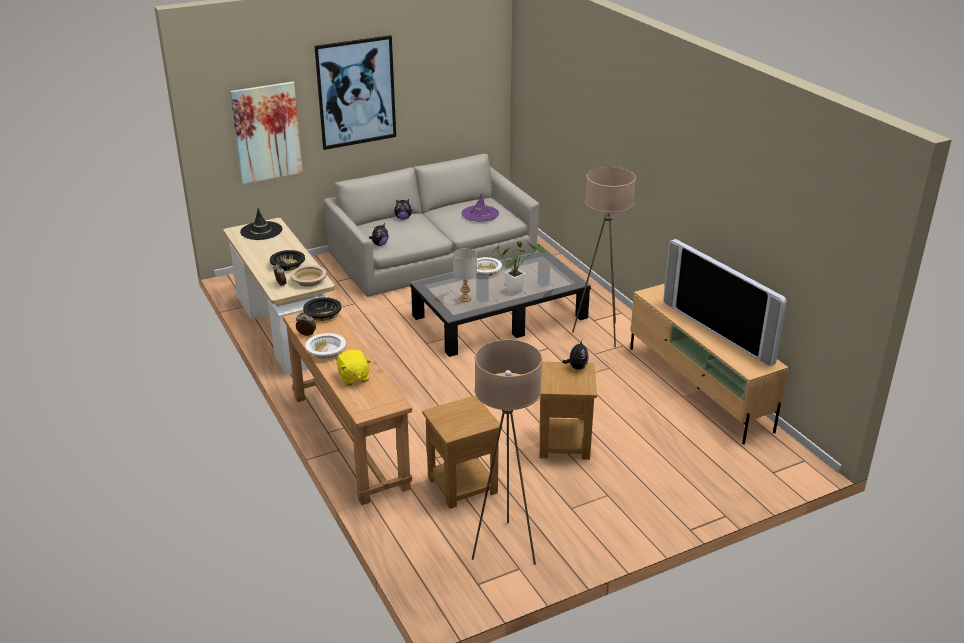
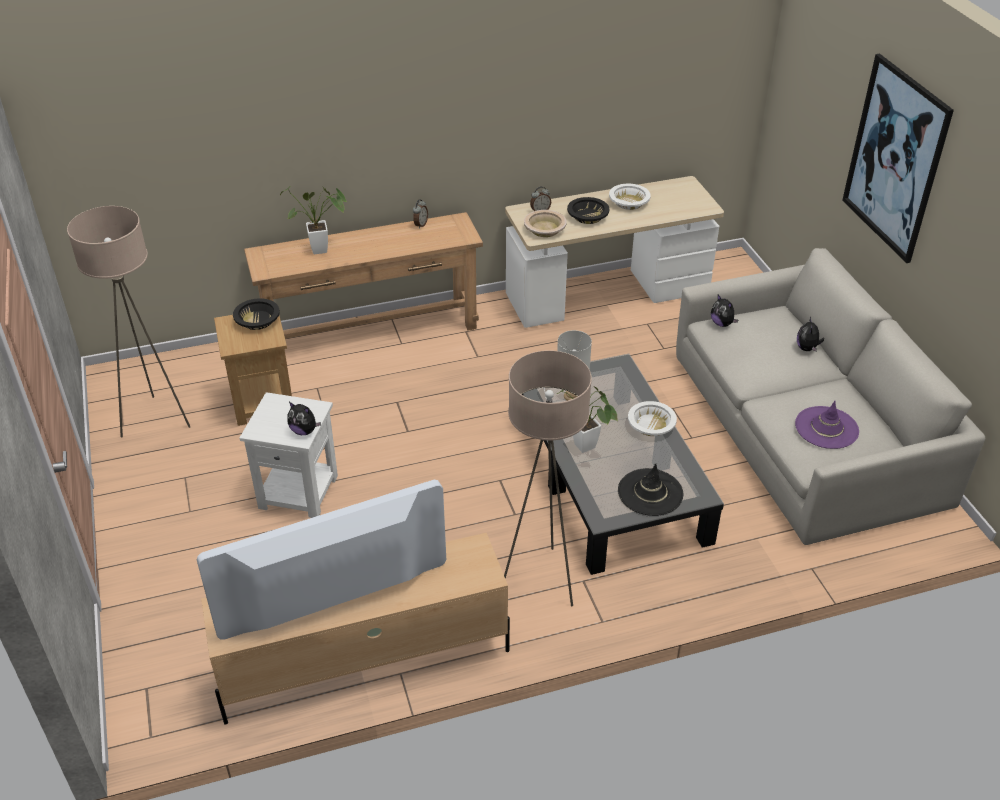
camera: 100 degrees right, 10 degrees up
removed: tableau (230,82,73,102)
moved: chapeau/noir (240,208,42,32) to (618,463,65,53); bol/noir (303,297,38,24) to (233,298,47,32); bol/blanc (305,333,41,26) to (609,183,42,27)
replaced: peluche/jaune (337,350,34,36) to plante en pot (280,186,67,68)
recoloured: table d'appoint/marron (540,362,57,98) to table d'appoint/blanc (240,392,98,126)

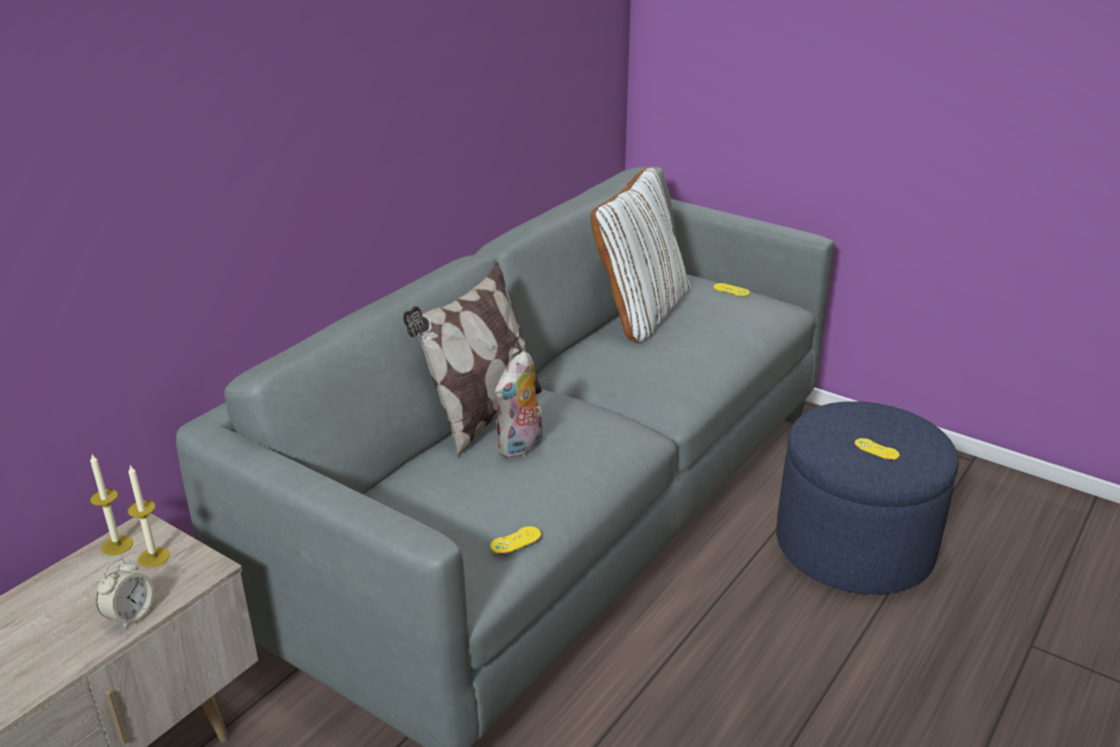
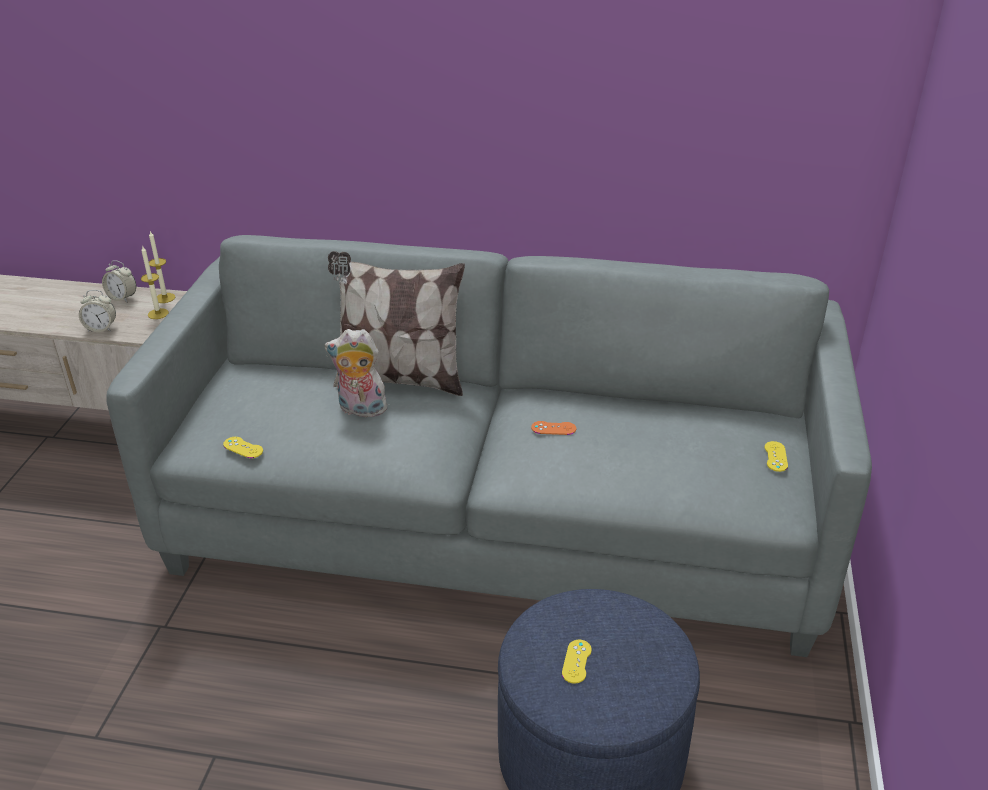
camera: 65 degrees right, 5 degrees up
removed: coussin/blanc (591,167,100,176)
added: réveil (102,260,34,42); manette/orange (531,421,45,14)

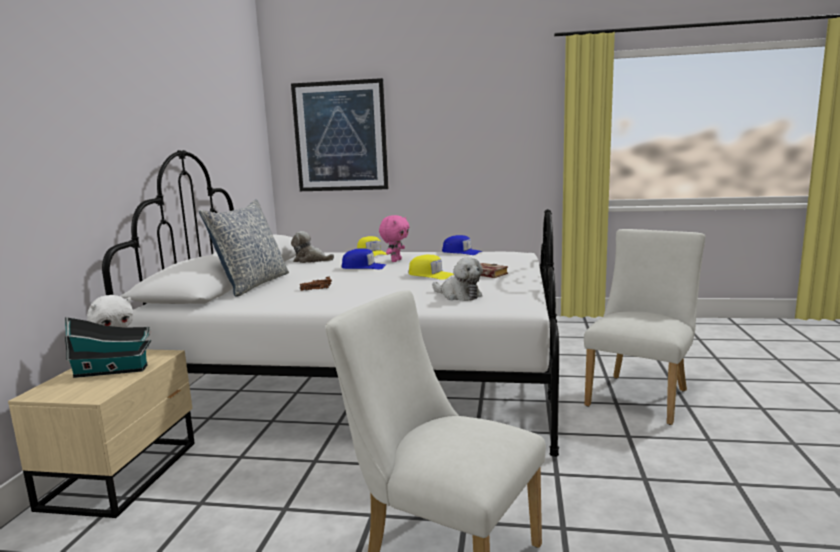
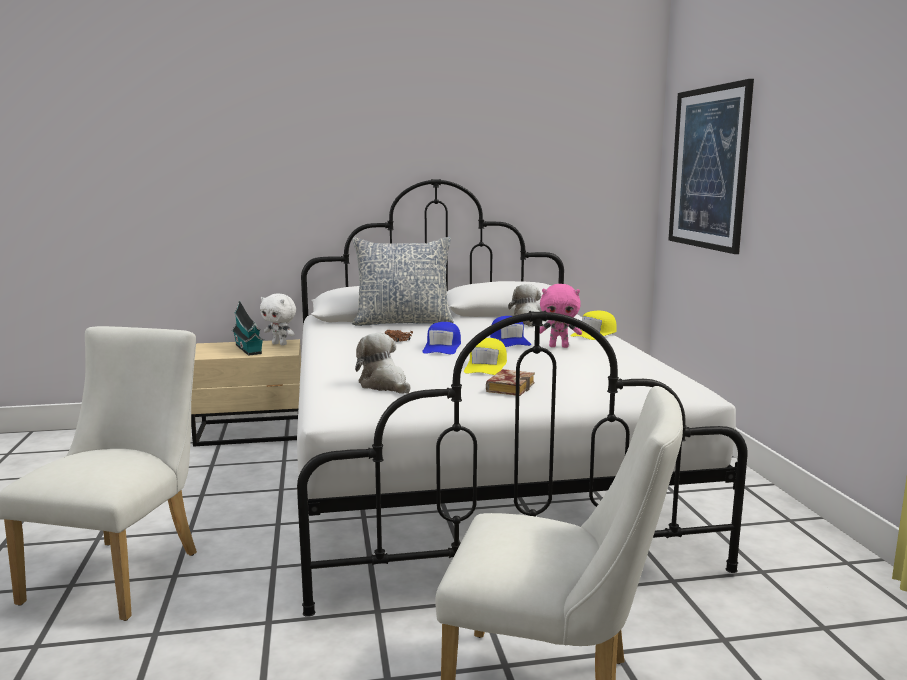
camera: 70 degrees right, 0 degrees up
moved: casquette/bleu (442,235,40,20) to (422,322,39,32)
turned: peluche (432,257,51,44) = (355,333,55,61) 120 degrees clockwise

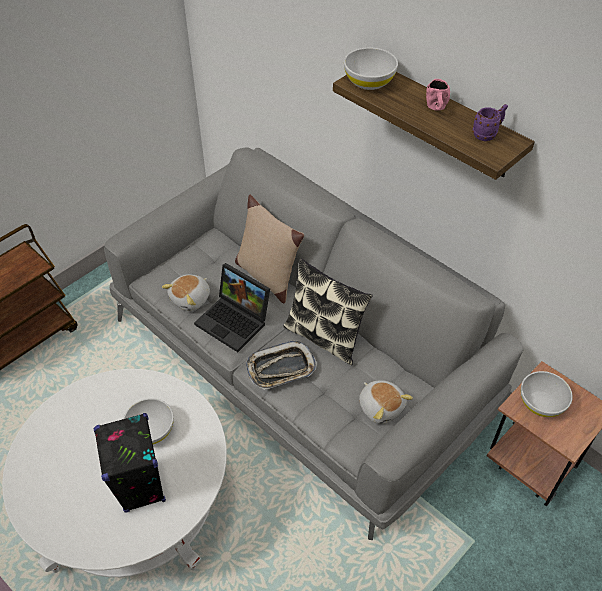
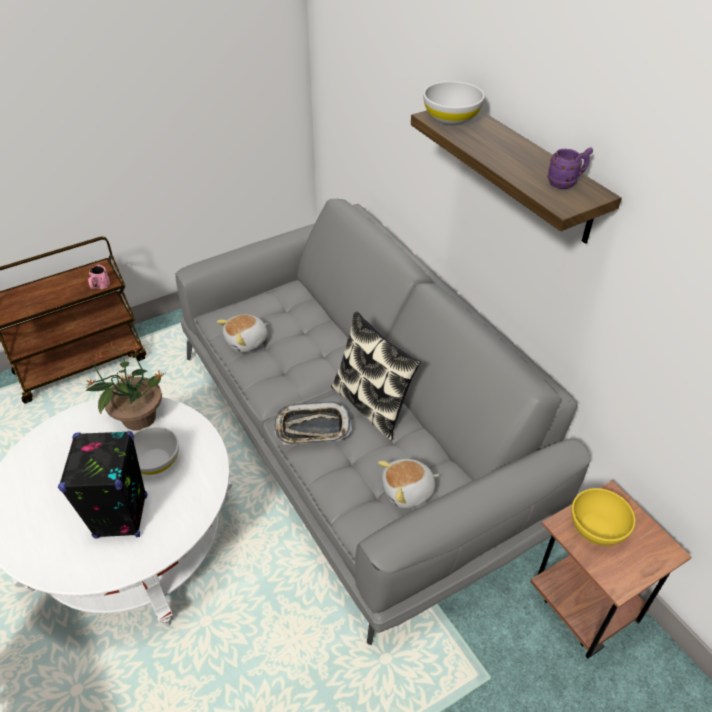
camera: 15 degrees right, 5 degrees down
removed: coussin/beige (235,195,69,109); ordinateur portable (194,263,76,89)
added: plante en pot (85,341,80,90)
moved: mug/rose (426,79,24,32) to (88,265,22,24)
recoloured: bol/blanc (521,371,52,46) to bol/jaune (571,488,64,57)
turned: peluche (359,380,54,44) = (378,459,61,50) 90 degrees clockwise

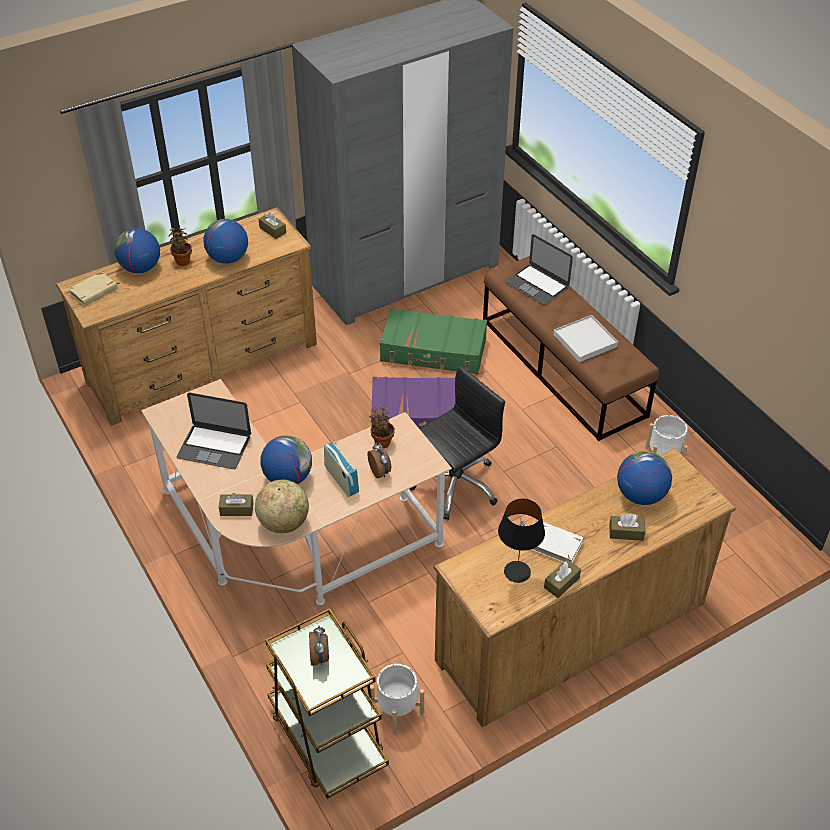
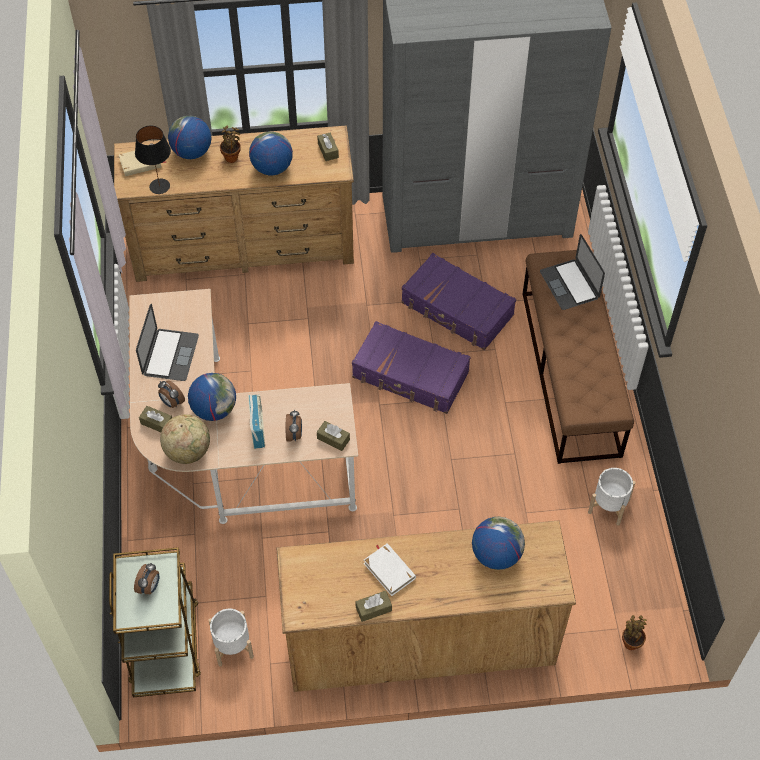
camera: 25 degrees right, 10 degrees up
removed: plateau/blanc (553,315,65,47); chaise de bureau/noir (410,366,95,154)
added: réveil (158,380,27,28)
moved: plante en pot (370,407,25,41) to (622,615,25,35); lampe de table/noir (498,499,47,84) to (135,126,36,68); boîte à mouchoirs/marron (609,513,36,28) to (317,421,33,30)
recoloured: valise/vert (380,308,107,67) to valise/violet (401,253,115,97)
turned: ordinateur portable (177,393,74,76) = (136,304,63,77) 120 degrees counterclockwise

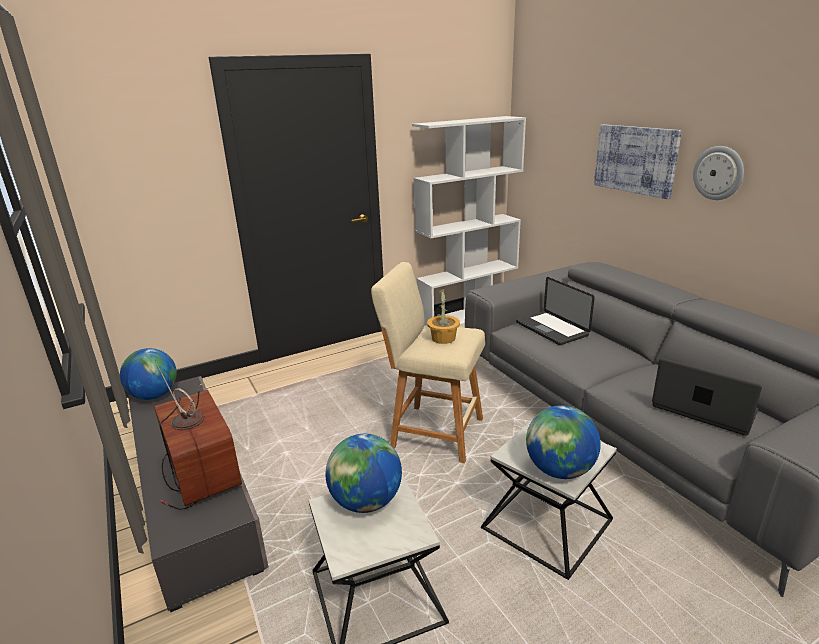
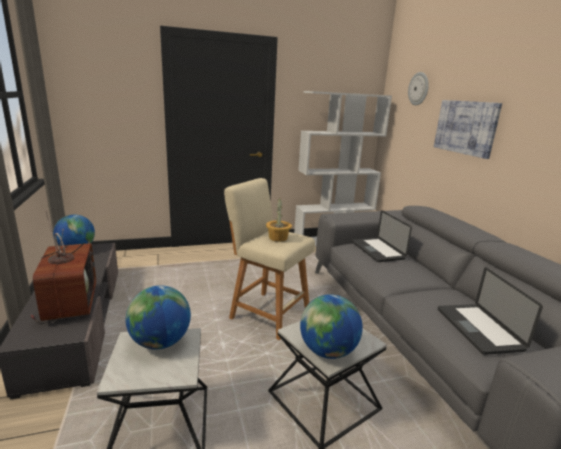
camera: 10 degrees right, 5 degrees down
moved: horloge murale (693,146,51,54) to (408,72,21,33)
turned: ordinateur portable (652,358,110,78) = (438,267,105,88) 150 degrees counterclockwise

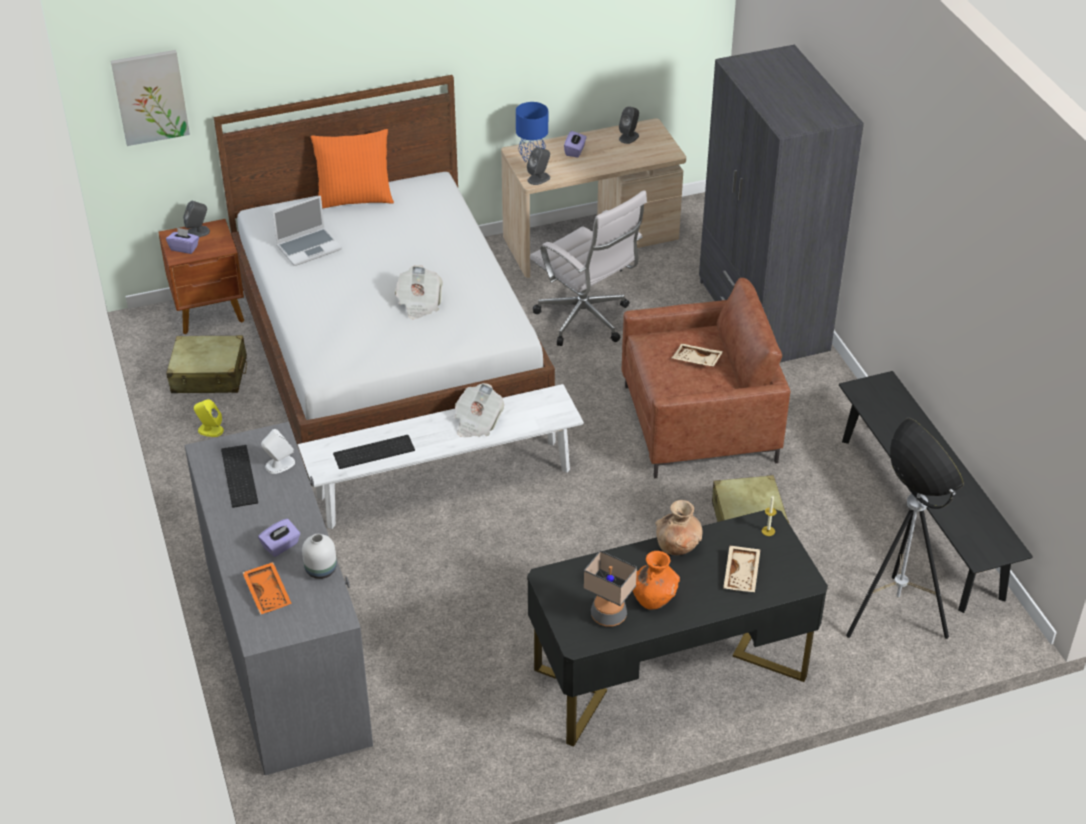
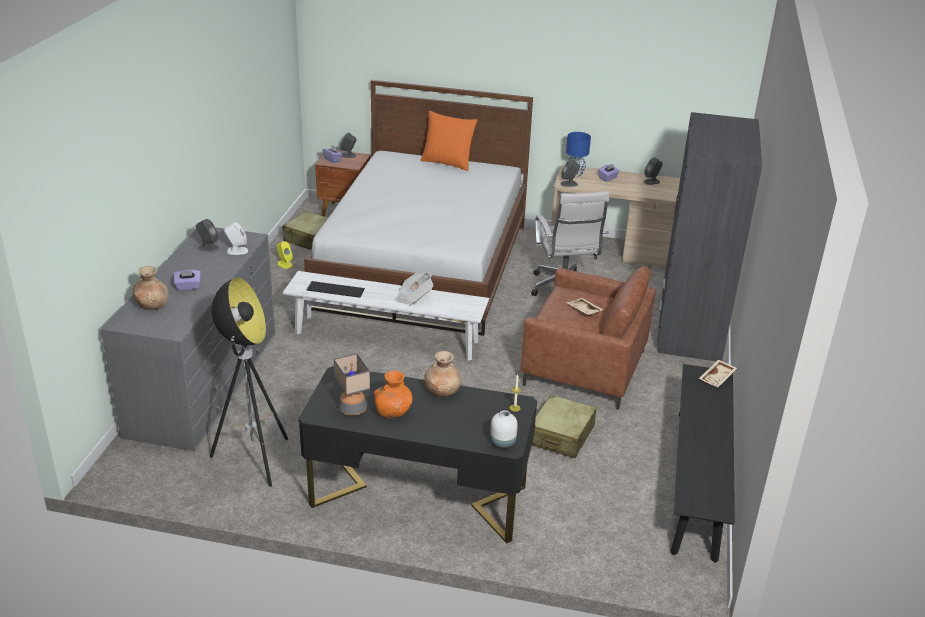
camera: 30 degrees right, 10 degrees down
removed: tableau (111,50,79,96); ordinateur portable (273,196,69,70); journal (395,265,48,54)
moved: lampadaire (846,418,118,221) to (210,277,78,210); vase/blanc (302,534,35,45) to (490,410,28,39); plateau/beige (723,546,38,46) to (699,360,38,27)
replaced: clavier (221,445,37,63) to enceinte/gris (196,219,23,33); plateau/orange (242,562,50,53) to vase/marron (133,266,35,44)

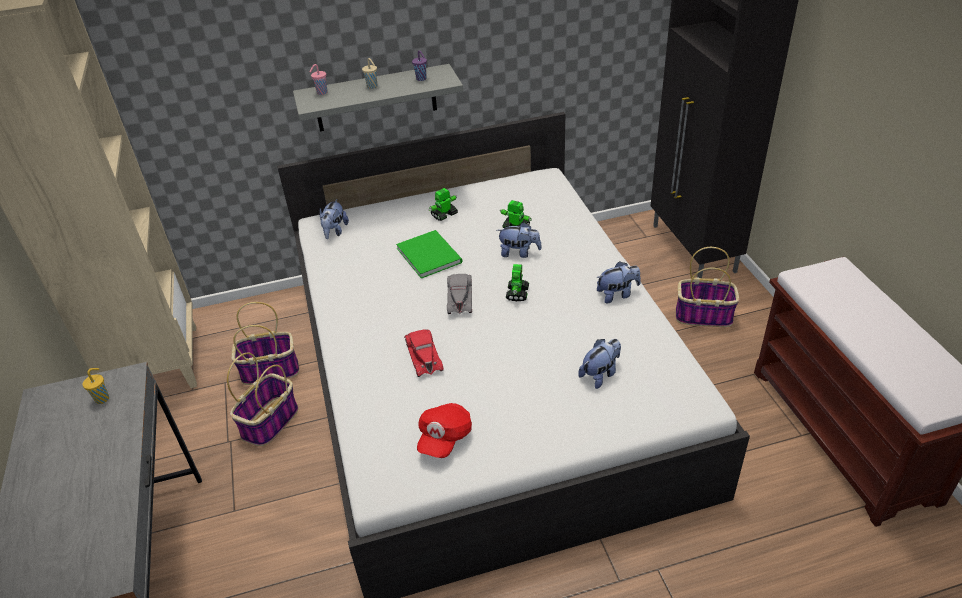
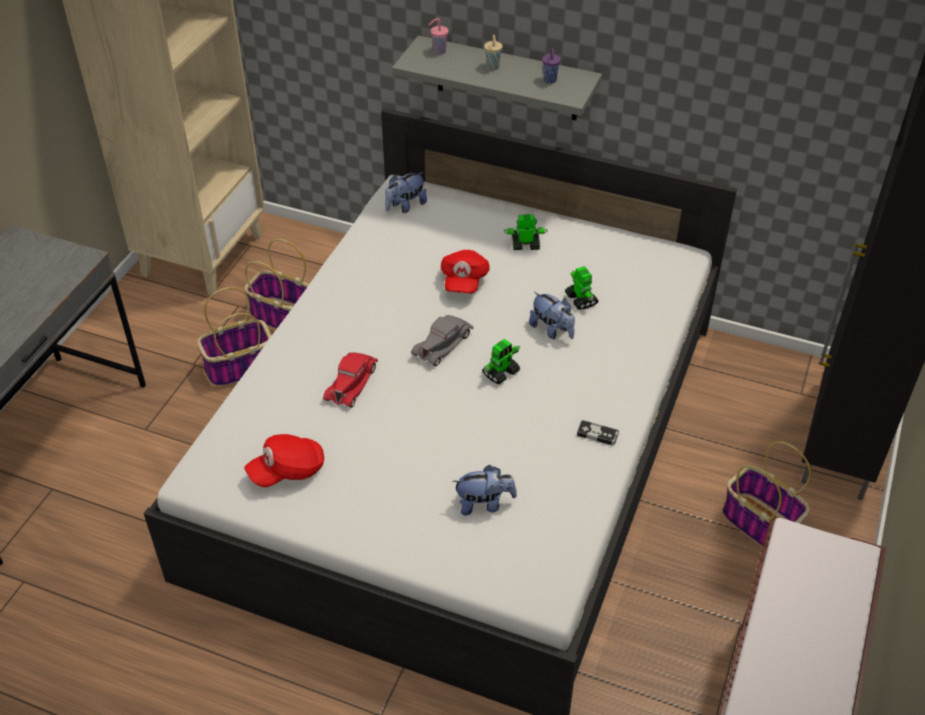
camera: 35 degrees right, 5 degrees up
removed: tasse/jaune (83,368,26,36)
replaced: livre/vert (396,230,66,48) to casquette/rouge (441,250,49,44); peluche (597,261,44,43) to manette (577,420,42,26)

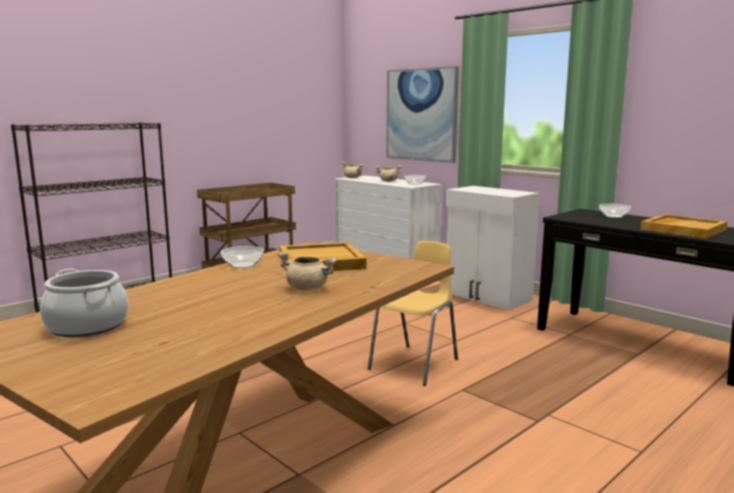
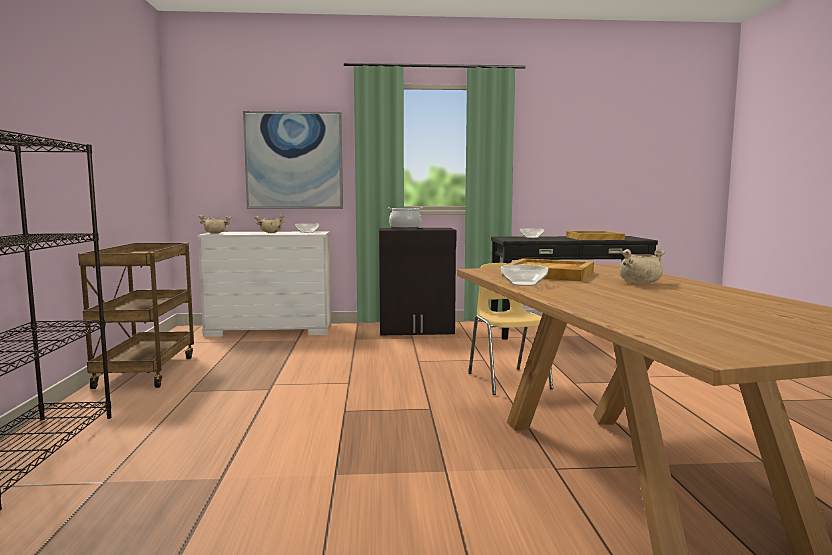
camera: 50 degrees left, 5 degrees down
moved: marmite (40,268,88,69) to (388,207,34,22)
recoloured: meuble de rangement/blanc (446,186,94,124) to meuble de rangement/noir (379,228,77,107)

